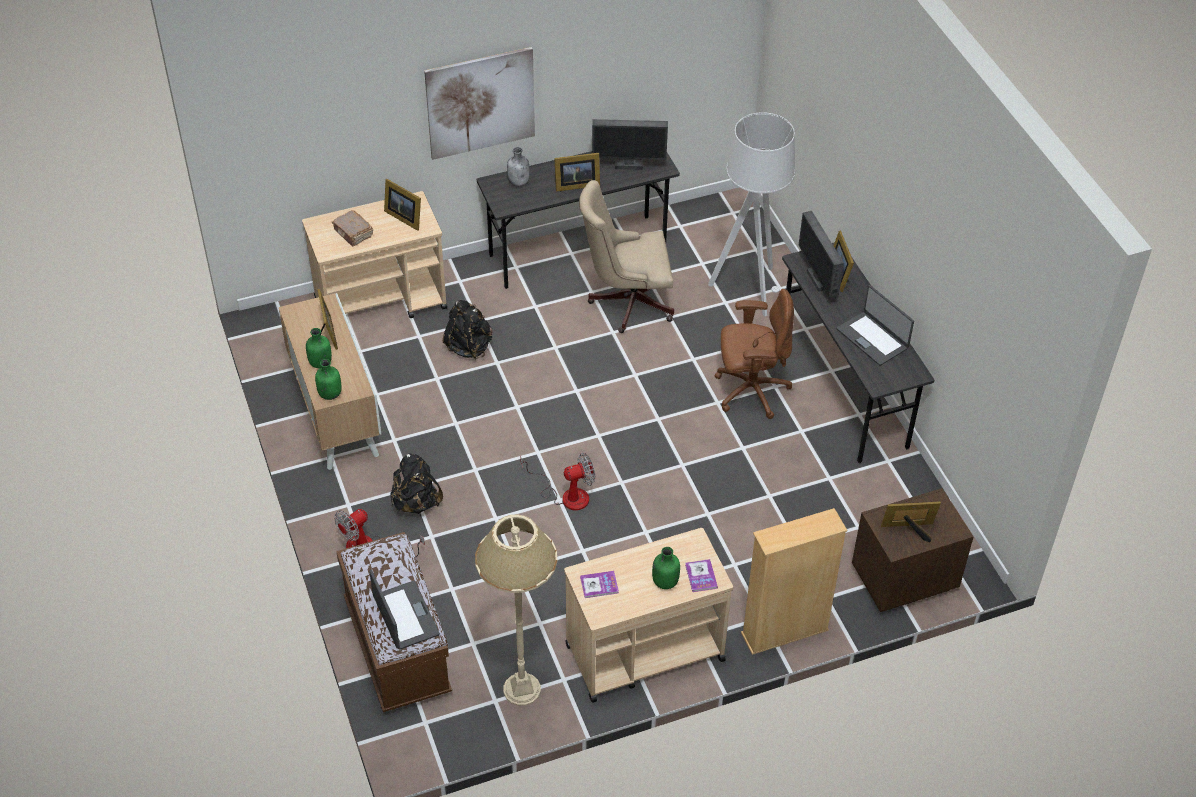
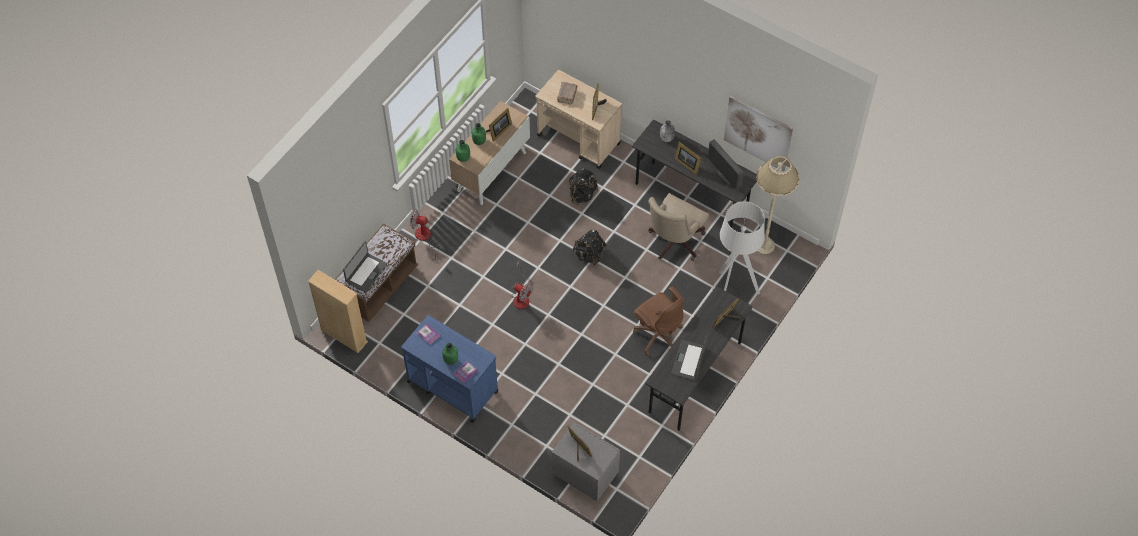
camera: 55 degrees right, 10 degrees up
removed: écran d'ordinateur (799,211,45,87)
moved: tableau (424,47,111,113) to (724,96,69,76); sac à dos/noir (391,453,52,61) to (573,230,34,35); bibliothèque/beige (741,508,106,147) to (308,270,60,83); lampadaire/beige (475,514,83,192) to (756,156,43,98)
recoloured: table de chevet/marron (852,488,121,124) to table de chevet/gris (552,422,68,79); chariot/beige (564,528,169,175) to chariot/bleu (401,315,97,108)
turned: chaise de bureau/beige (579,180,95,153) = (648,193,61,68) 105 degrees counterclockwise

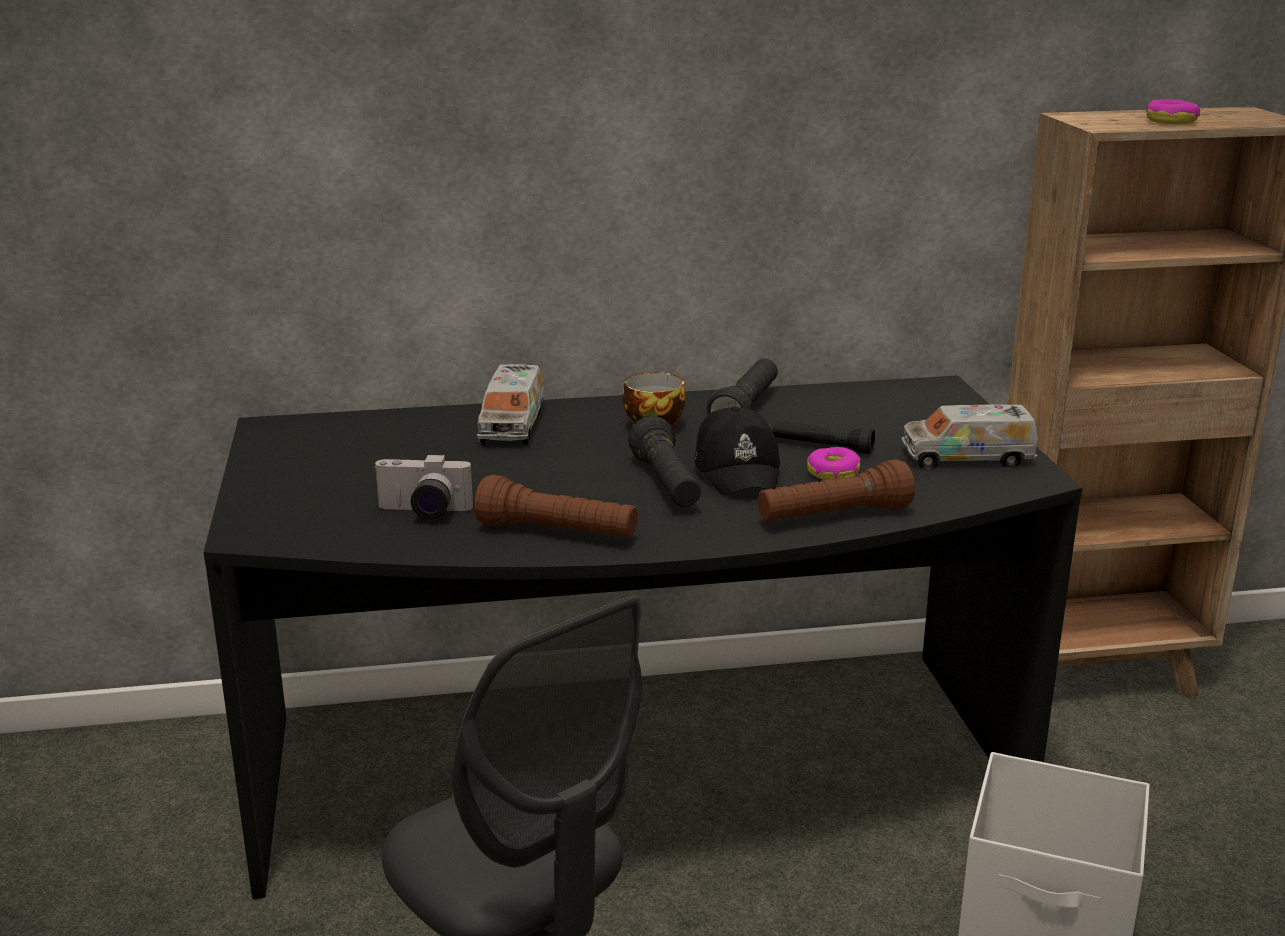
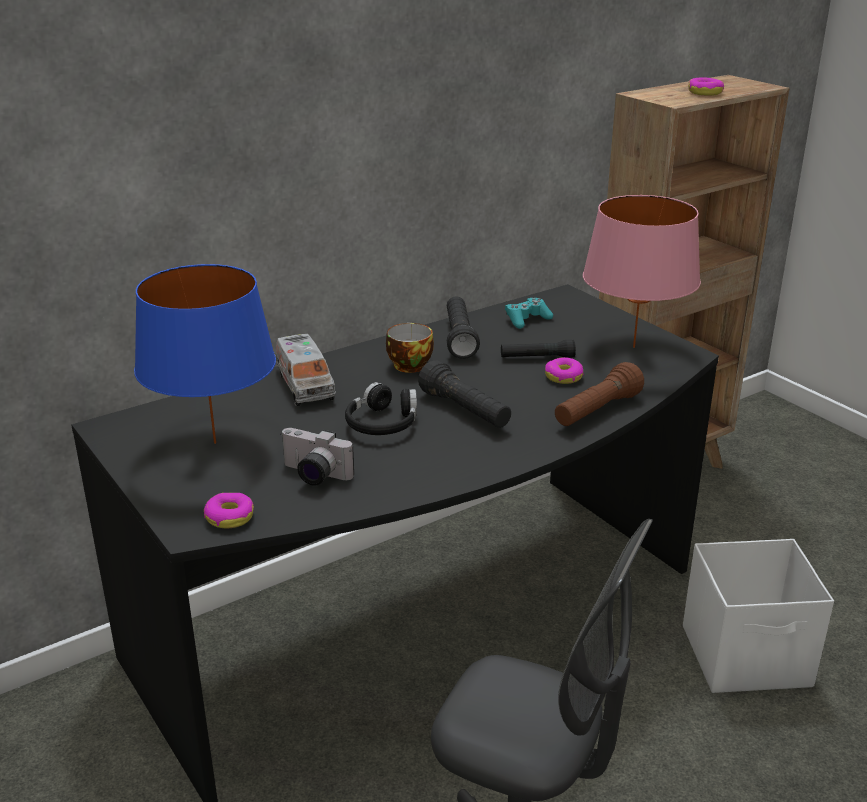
camera: 25 degrees left, 5 degrees up
removed: casquette/noir (694,406,87,90); lampe de poche/marron (474,475,164,63)
added: lampe de table/bleu (134,264,142,180); manette/turquoise (505,298,48,31); casque audio/noir (345,382,72,53); beignet (204,493,50,35)
replaced: camion jouet (902,405,136,64) to lampe de table/rose (583,195,118,153)
turned: appareil photo (373,454,100,66) = (280,428,74,58) 45 degrees clockwise

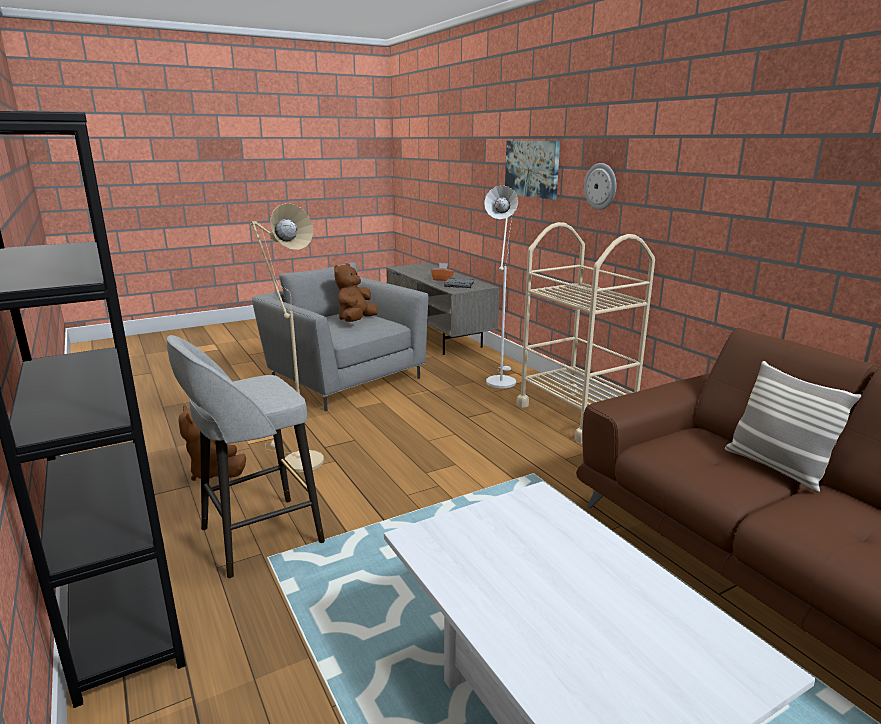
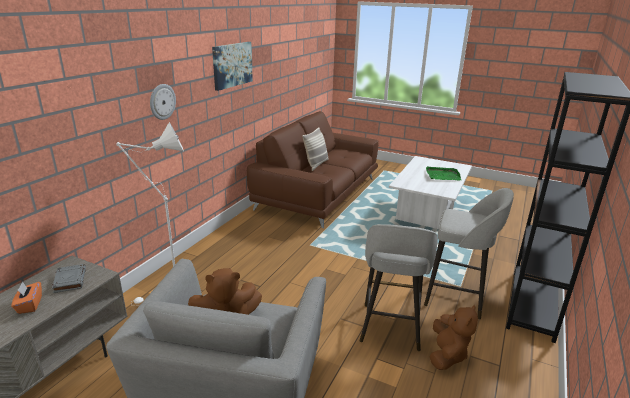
camera: 125 degrees left, 5 degrees up
removed: chariot/beige (516,222,139,221)
added: plateau/vert (426,166,35,14)
moved: tableau (505,141,55,59) to (212,42,41,49)
replaced: lampadaire/beige (250,203,74,269) to tabouret/gris (359,224,79,127)

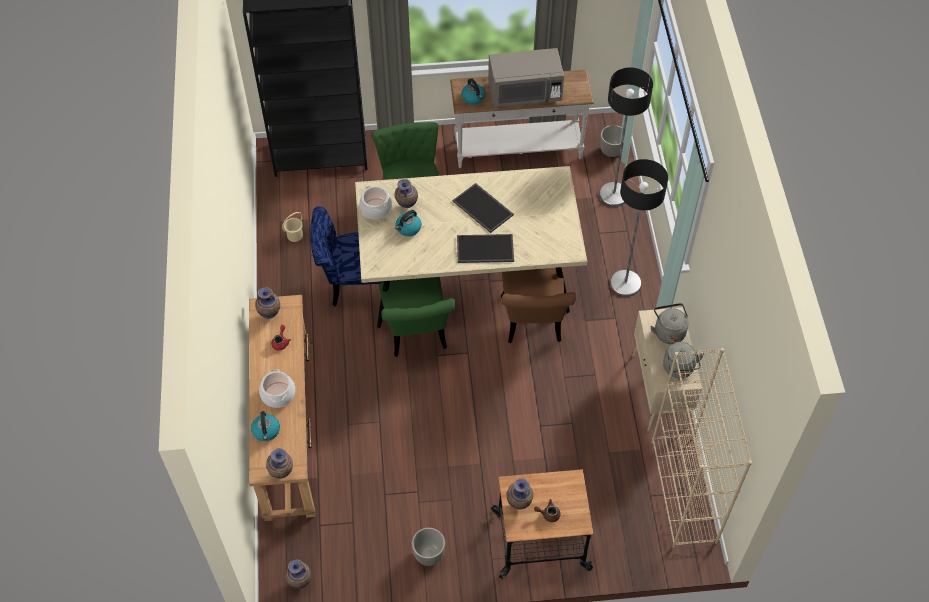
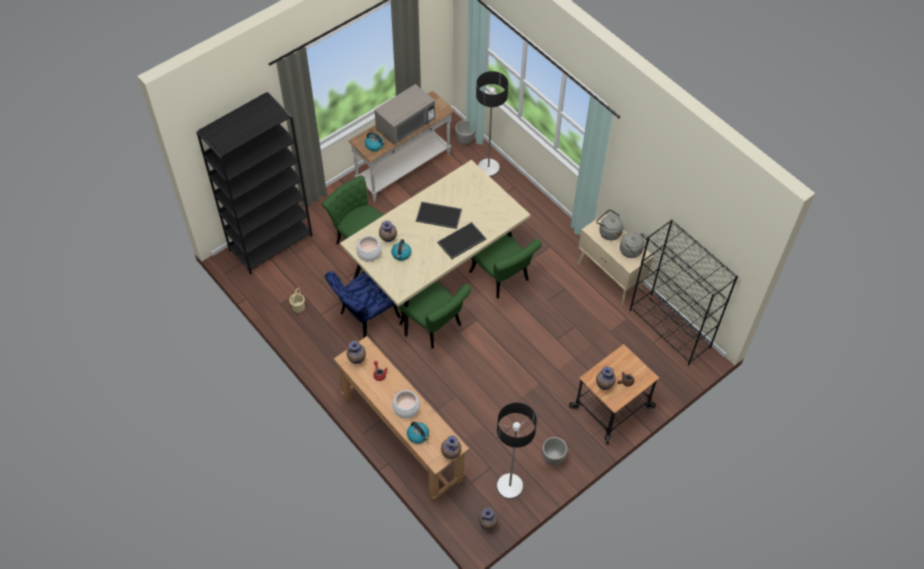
camera: 35 degrees left, 0 degrees up
moved: lampadaire (610,159,58,138) to (496,402,41,97)
recoloured: chaise/marron (501,268,75,75) to chaise/vert (469,234,73,65); bibliothèque/beige (651,348,101,200) to bibliothèque/noir (629,219,109,147)

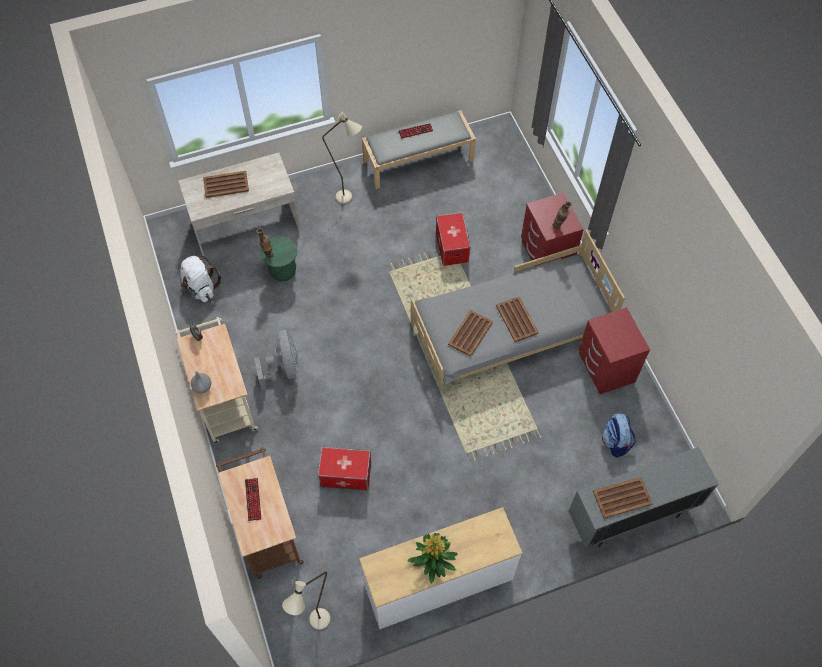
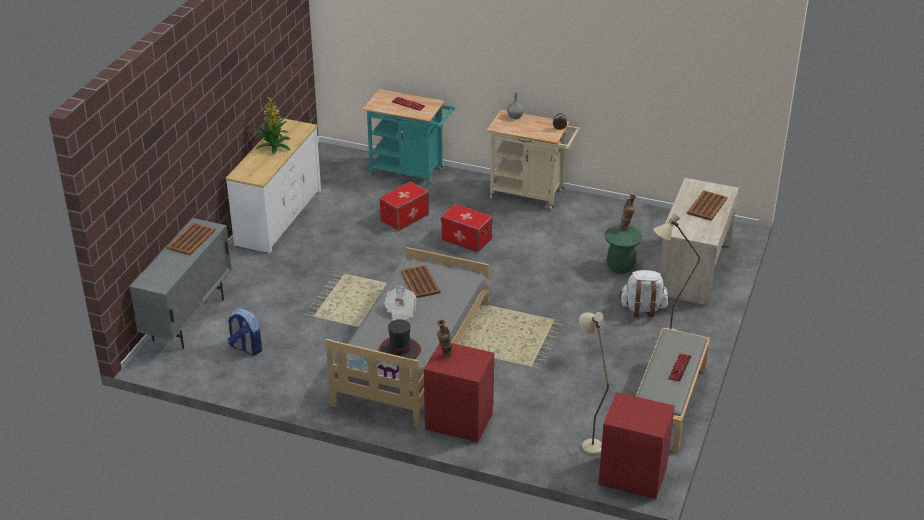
camera: 130 degrees right, 25 degrees down
removed: ventilateur/gris (254,330,44,61)
added: chapeau (379,319,42,40)
moved: boîte de rangement (436,212,35,54) to (441,204,52,48); sac à dos/blanc (180,256,41,46) to (619,270,50,47); table de chevet/rouge (579,307,71,87) to (598,392,77,107); lampadaire/beige (282,571,48,59) to (579,312,30,143)
replaced: plateau/marron (496,297,43,45) to journal (384,286,33,35)
recoloured: chariot/marron (216,447,87,132) to chariot/turquoise (363,89,92,98)

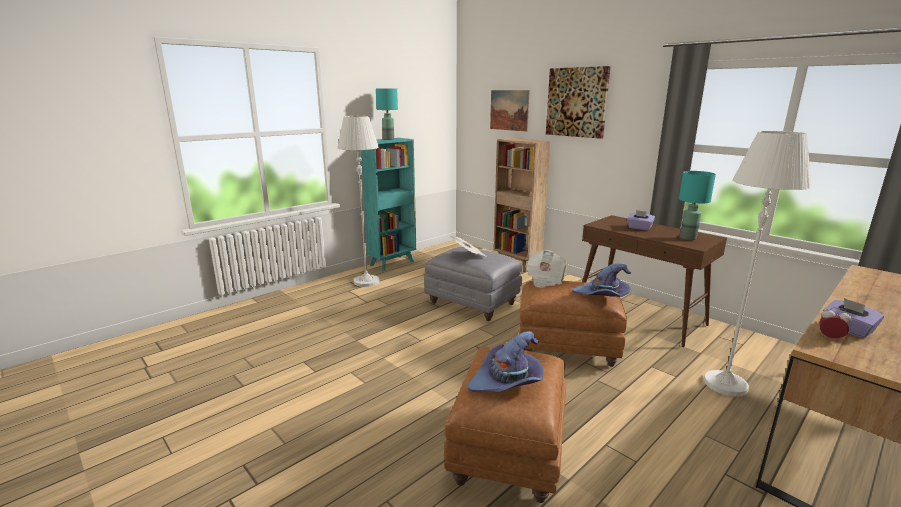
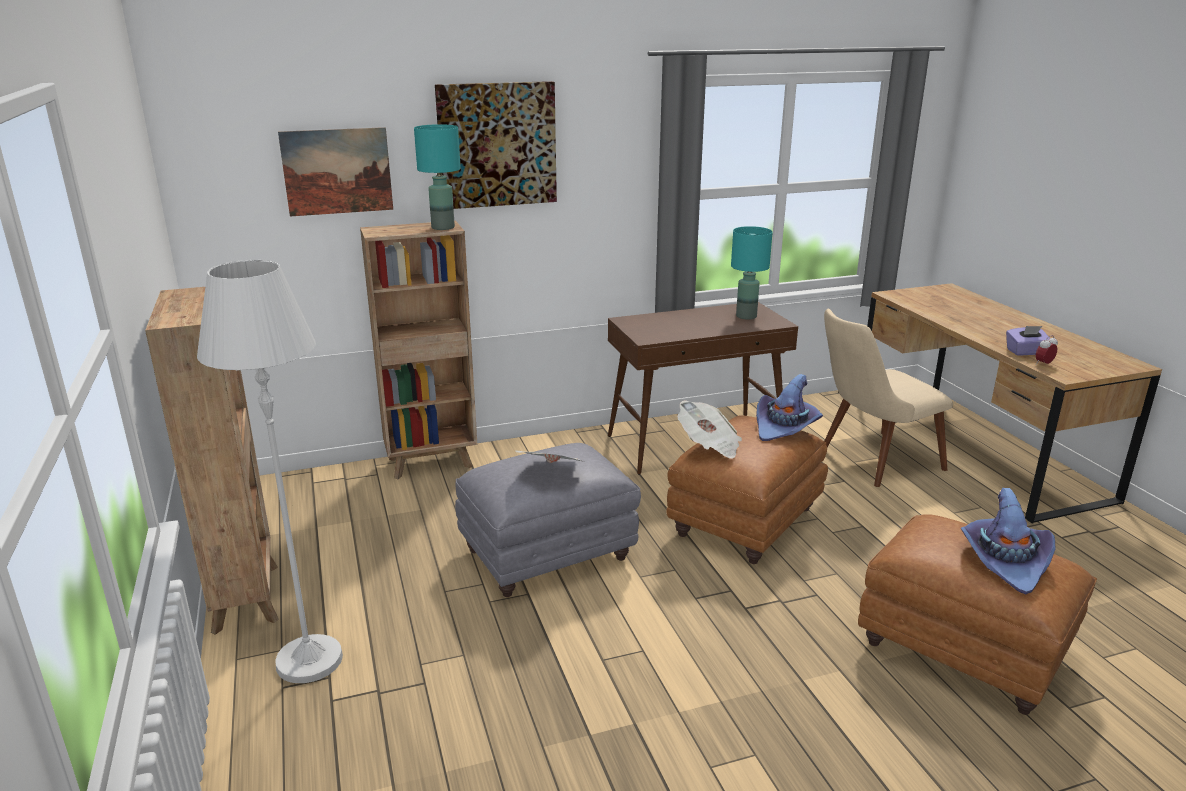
camera: 65 degrees left, 5 degrees up
removed: boîte à mouchoirs/violet (627,210,28,20)
moved: lampe de table/turquoise (376,89,22,51) to (414,124,47,106)
replaced: lampadaire/blanc (704,131,108,266) to chaise/beige (824,309,129,178)
recoloured: bibliothèque/turquoise (361,138,55,133) to bibliothèque/marron (145,287,134,348)

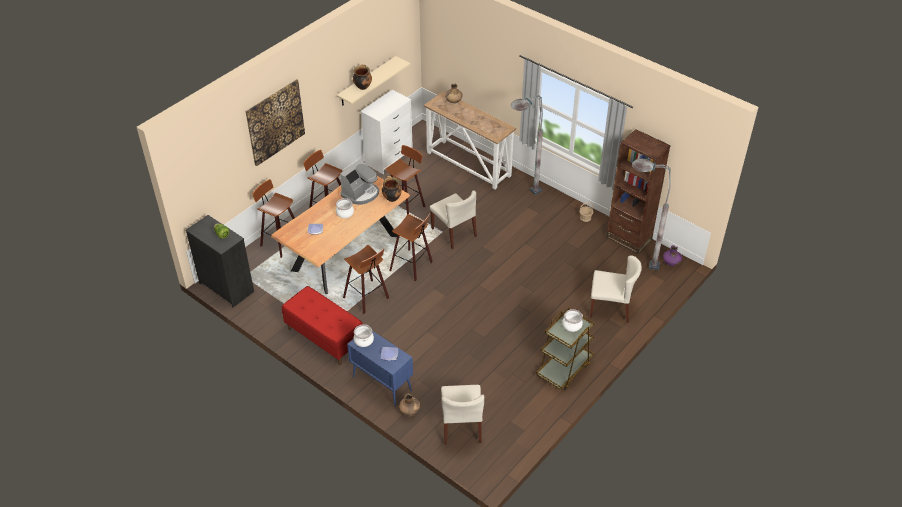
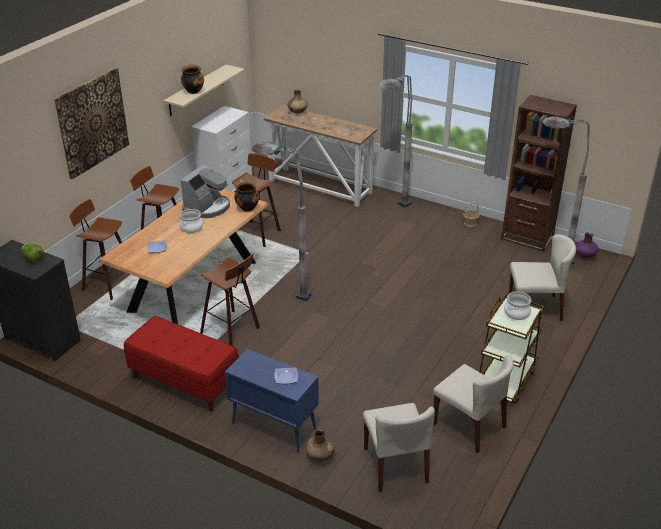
camera: 10 degrees left, 10 degrees down
removed: marmite (354,324,20,23)
moved: chaise/beige (430,190,47,59) to (433,355,81,98)
replaced: tabouret (389,213,44,68) to lampadaire/gris (251,141,61,160)

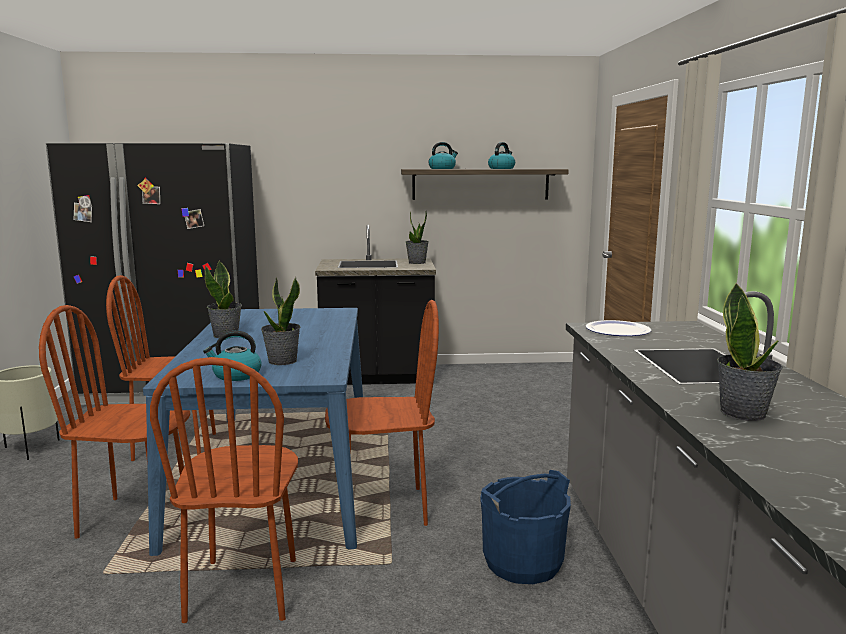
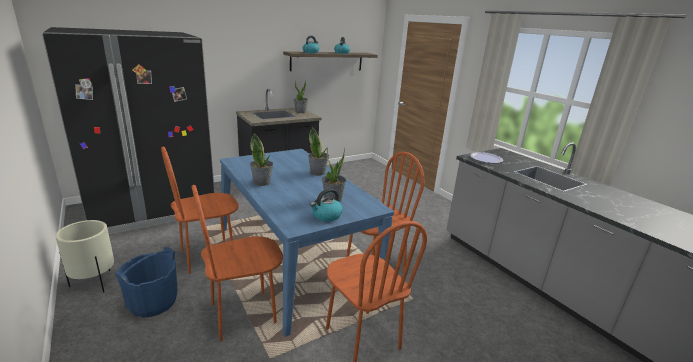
camera: 30 degrees left, 10 degrees up
moved: plante en pot (717,282,66,139) to (308,127,21,49); seau/bleu (480,470,91,114) to (115,247,63,71)

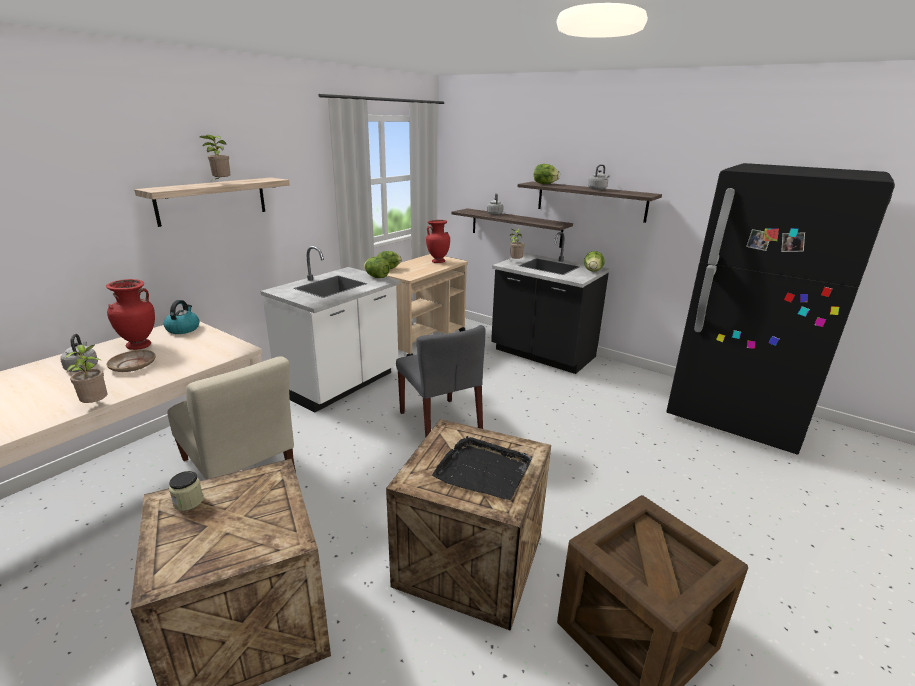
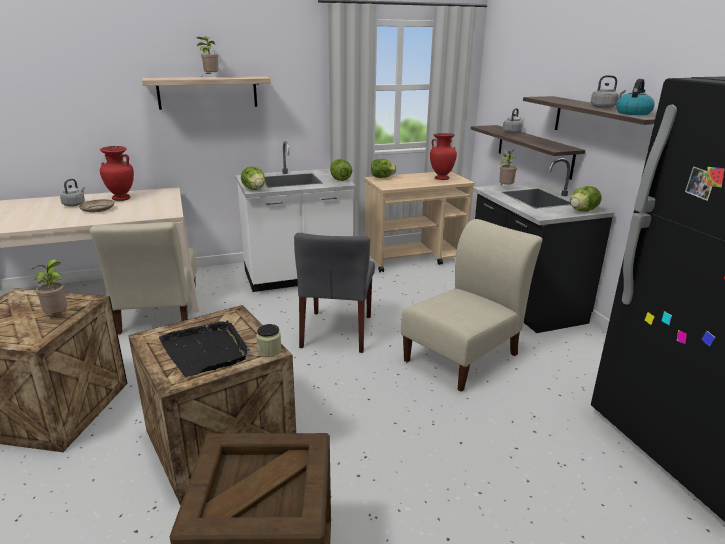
camera: 35 degrees right, 0 degrees up
added: chaise/beige (401,219,141,173)
moved: laitue (534,164,26,20) to (241,167,24,23); bouilloire (163,300,36,34) to (616,79,39,36); plante en pot (63,345,44,58) to (32,259,35,55); bocal (169,471,35,40) to (256,324,26,33)

